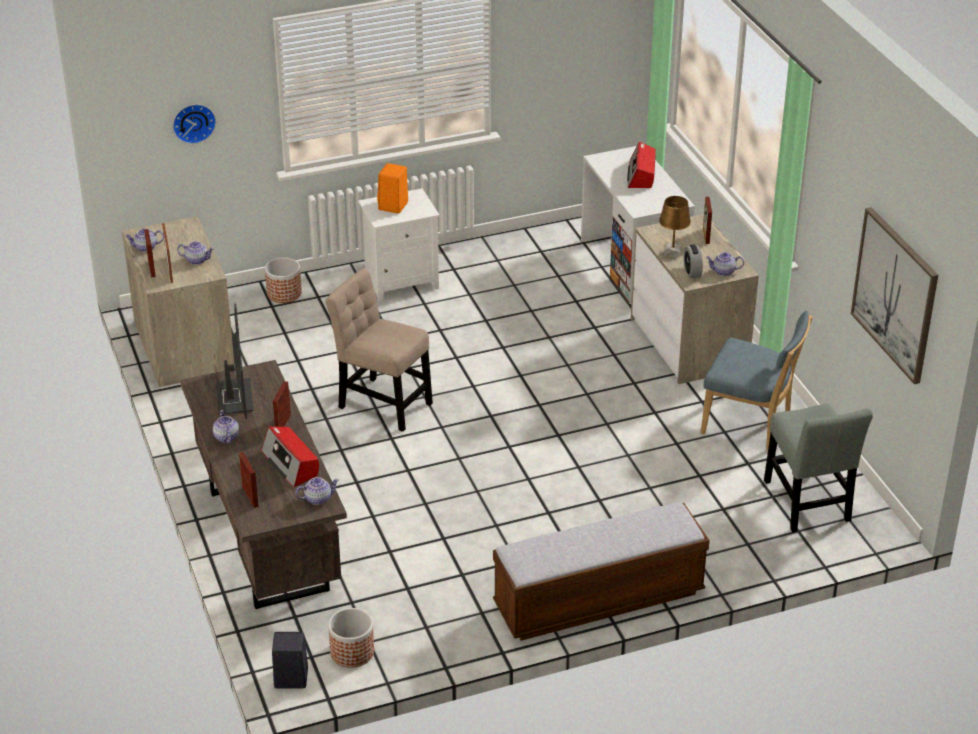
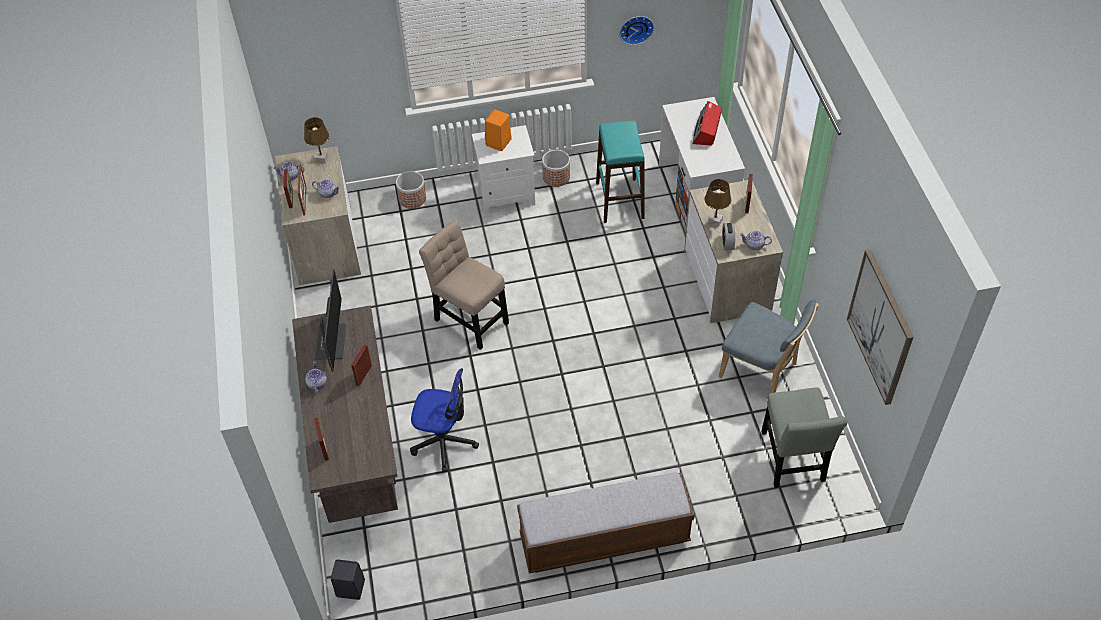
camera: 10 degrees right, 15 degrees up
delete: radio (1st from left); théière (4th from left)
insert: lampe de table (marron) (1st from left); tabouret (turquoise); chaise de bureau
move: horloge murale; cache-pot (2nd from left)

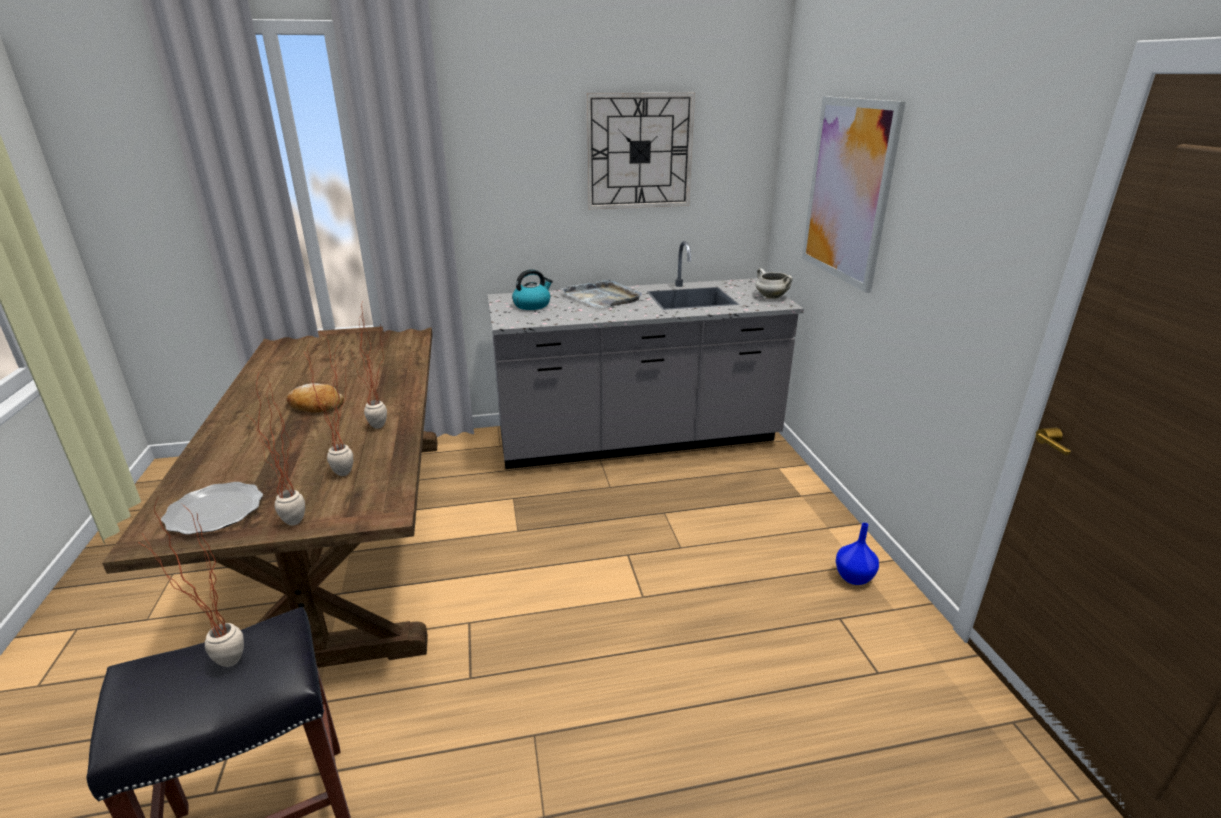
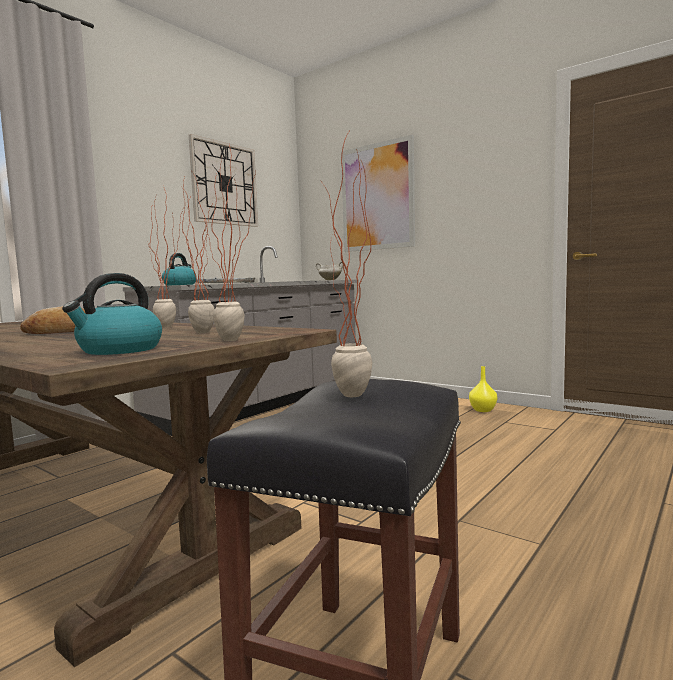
camera: 40 degrees left, 20 degrees down
replace: assiette to bouilloire (1st from left)
recolor: vase (bleu) to vase (jaune)

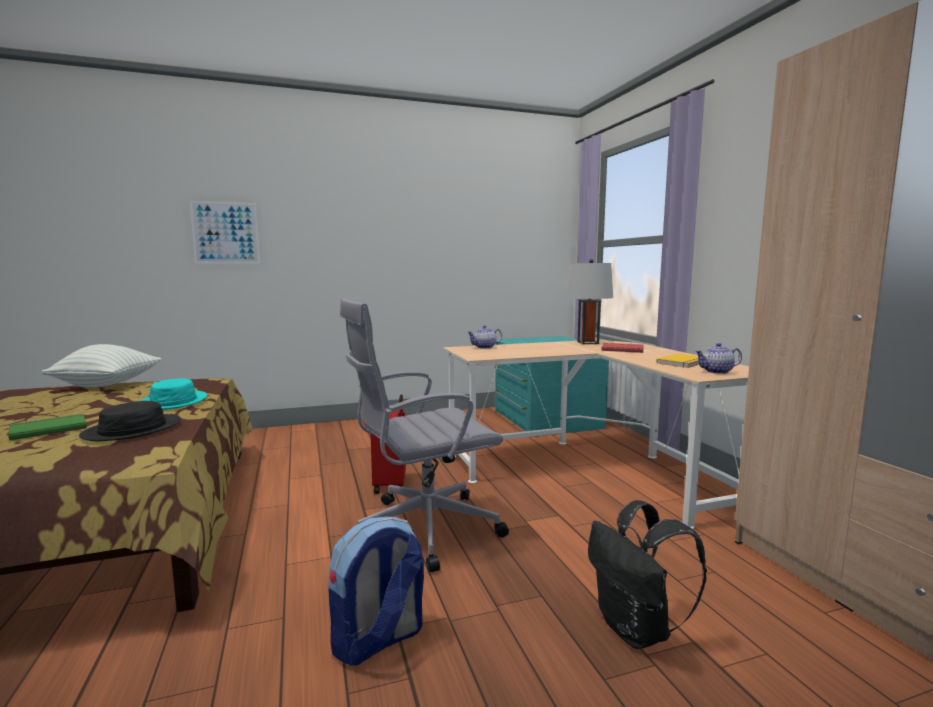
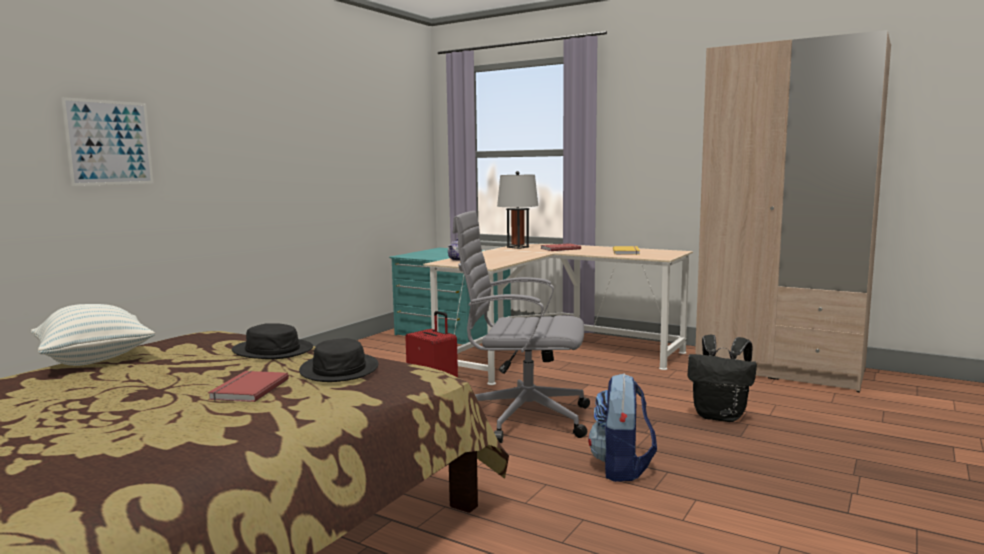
camera: 40 degrees left, 0 degrees up
delete: théière (2nd from left)
recolor: chapeau (turquoise) to chapeau (noir) (1st from left); livre (vert) to livre (rouge) (1st from left)
rotate: chaise de bureau (gris) 75 degrees clockwise

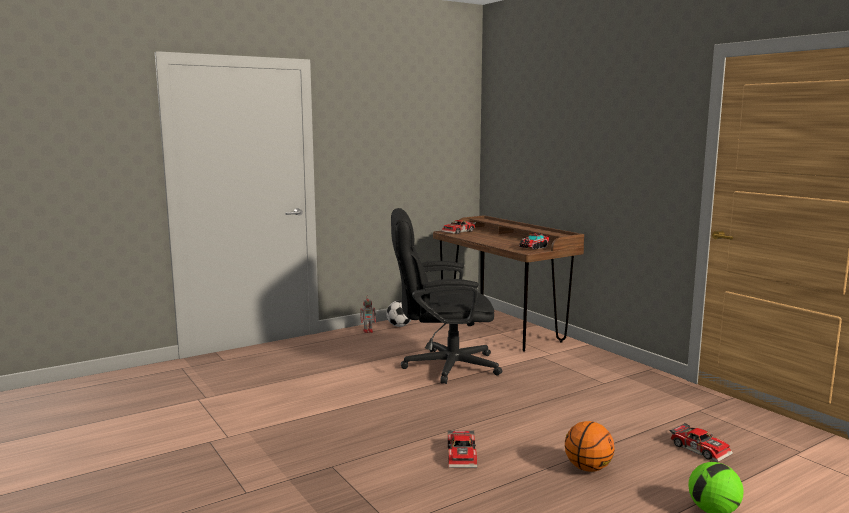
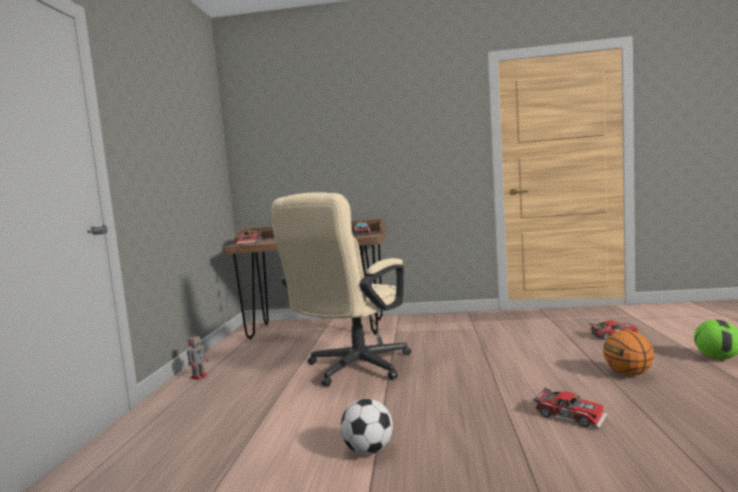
camera: 50 degrees left, 5 degrees down
move: ballon de foot (1st from left)
recolor: chaise de bureau (noir) to chaise de bureau (beige)

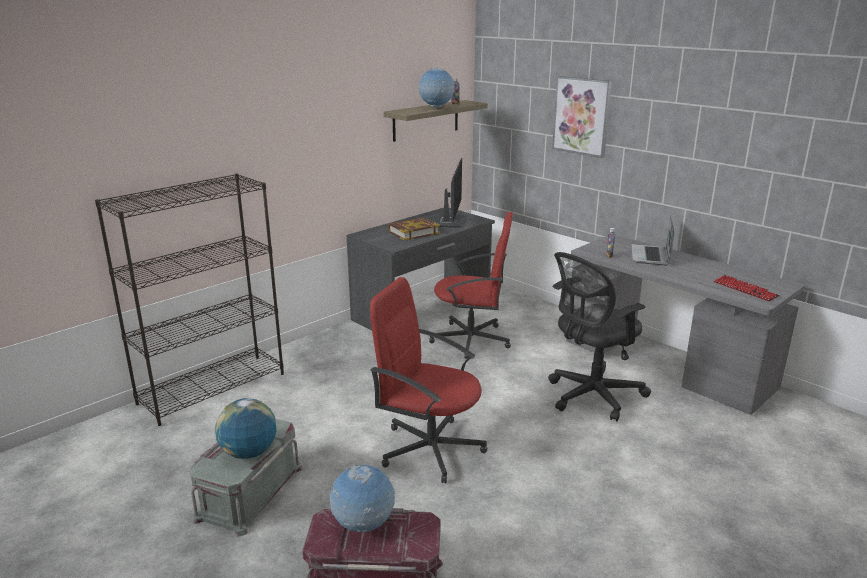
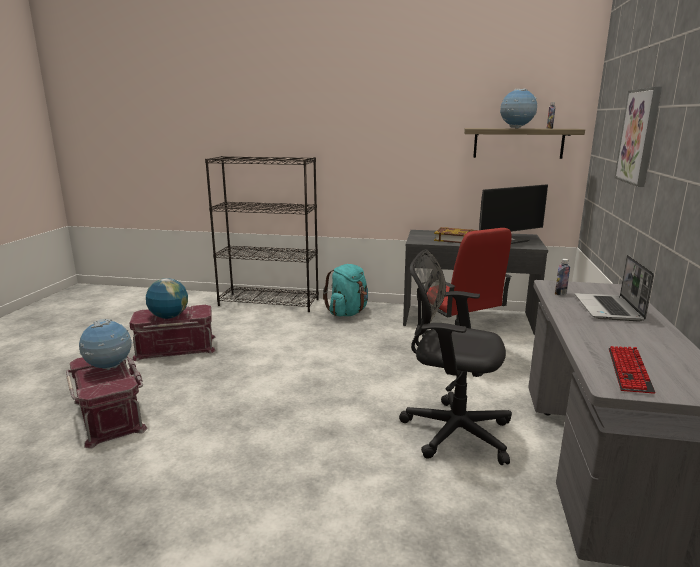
camera: 55 degrees right, 5 degrees down
delete: chaise de bureau (rouge) (1st from left)
insert: sac à dos (turquoise)
recolor: boîte de rangement (gris) to boîte de rangement (rouge) (2nd from left)
rotate: ordinateur portable 60 degrees counterclockwise

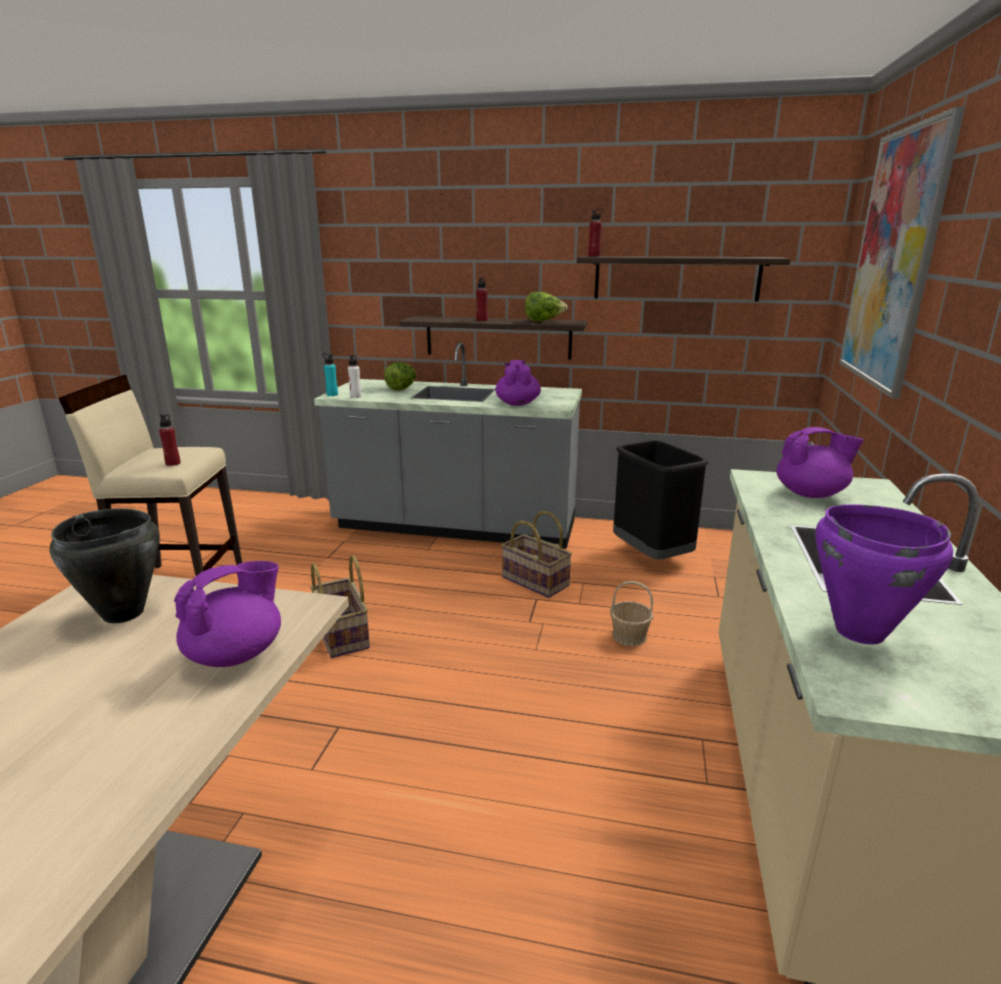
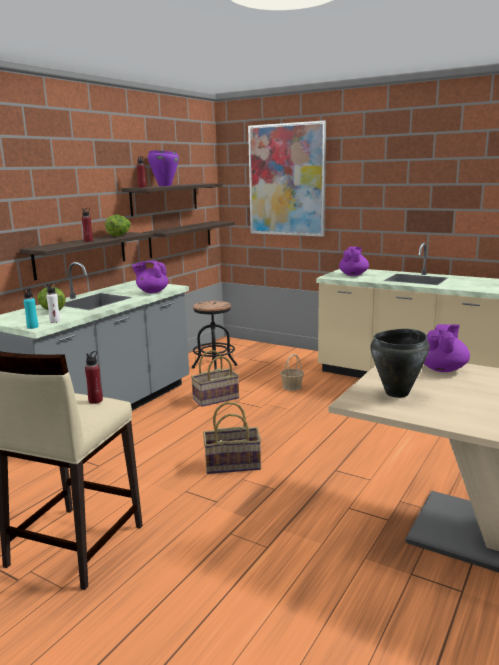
camera: 70 degrees left, 5 degrees down
insert: étagère (3rd from left)
move: marmite (violet)
replace: poubelle (noir) to tabouret (noir)
rotate: théière (violet) (1st from left in the first image) 60 degrees clockwise

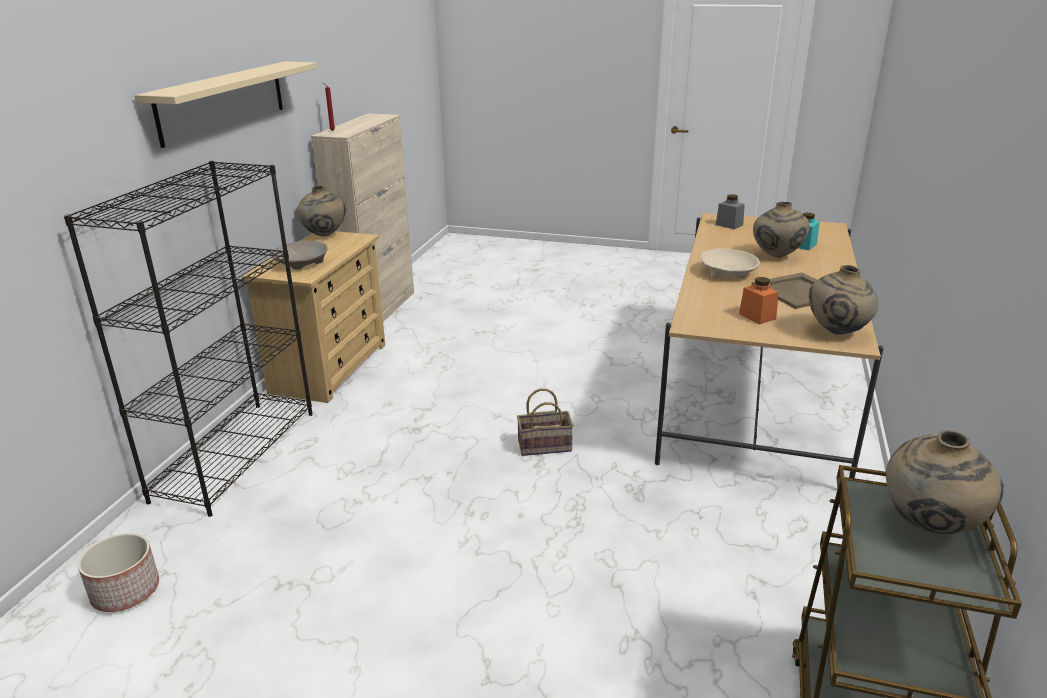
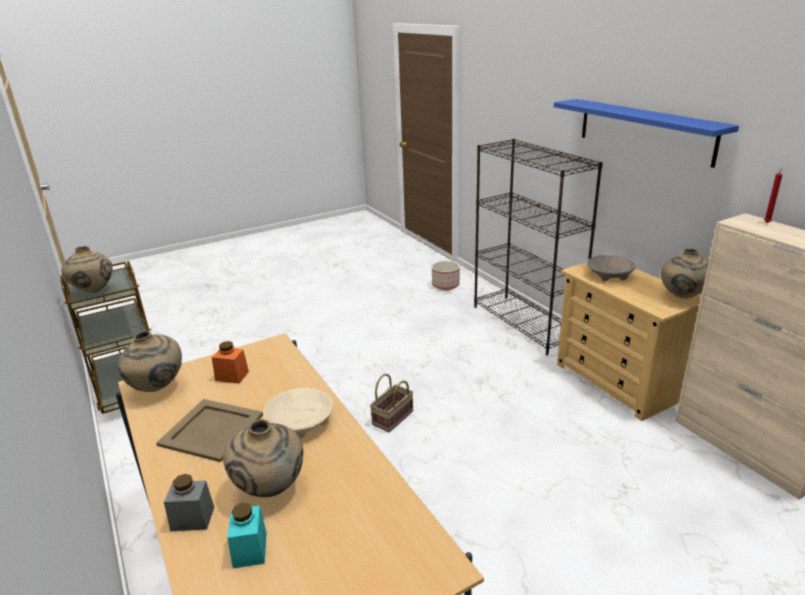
camera: 135 degrees right, 0 degrees up
move: bocal (gris)
recolor: étagère (beige) to étagère (bleu)

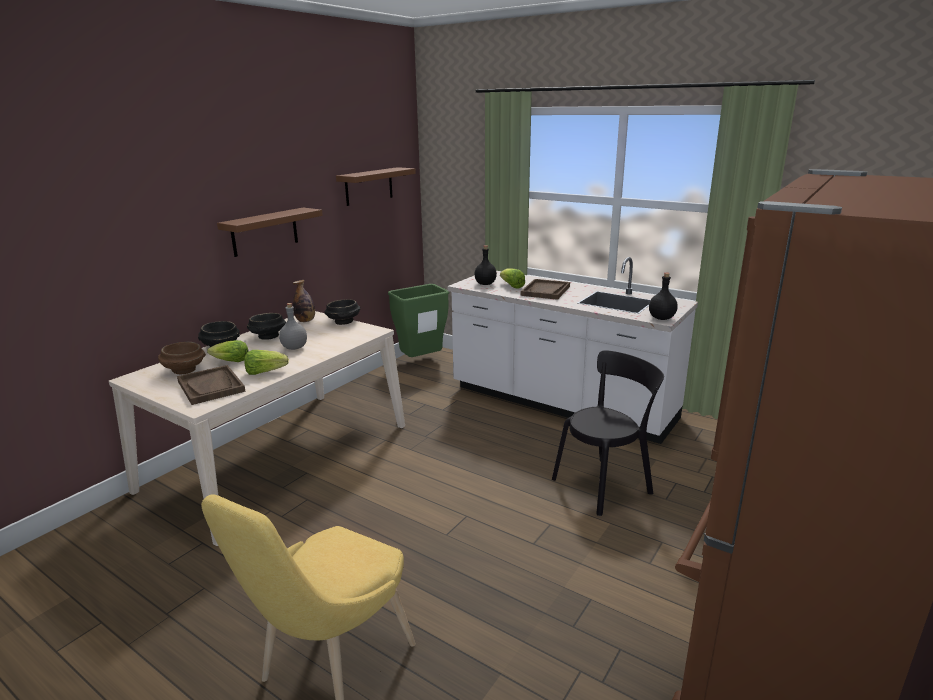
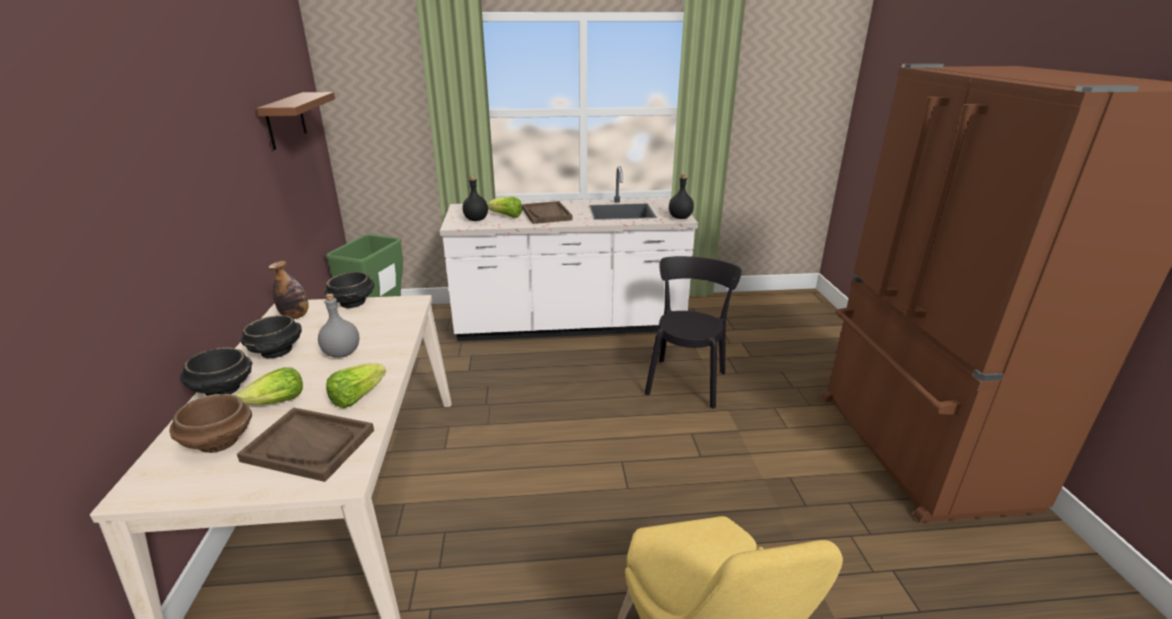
camera: 40 degrees left, 5 degrees up
delete: étagère (marron) (1st from left)

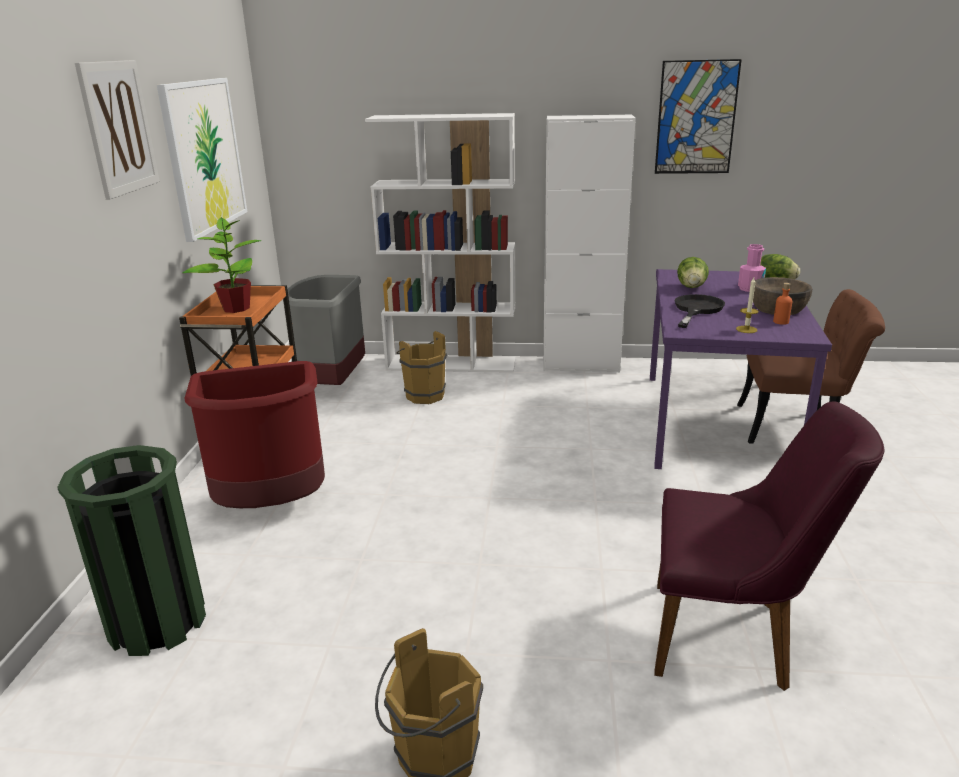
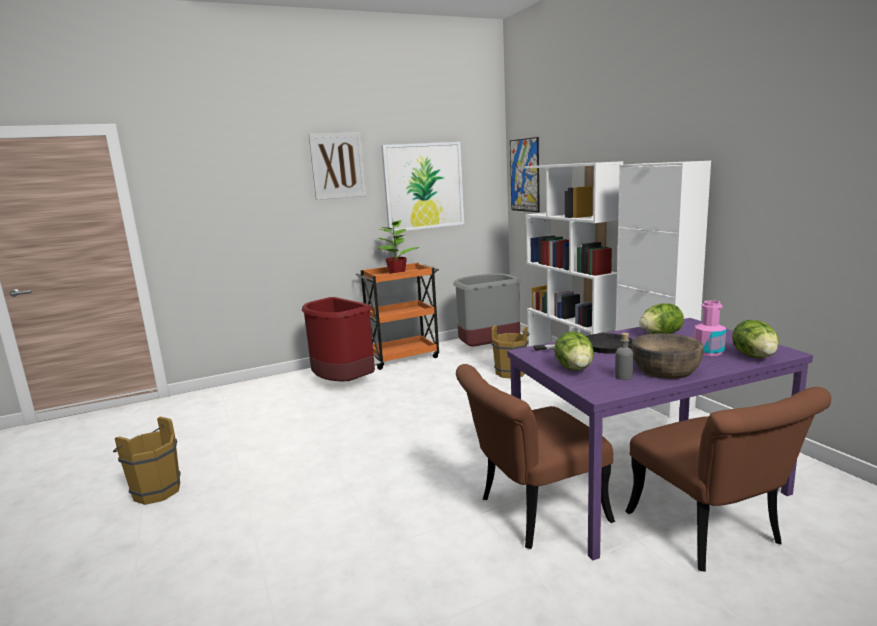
camera: 60 degrees right, 10 degrees down
delete: chaise (violet); poubelle (vert)
insert: chaise (marron) (1st from left)
move: tableau (3rd from left)
replace: bougie to laitue (1st from left)
recolor: bouteille (orange) to bouteille (gris)

